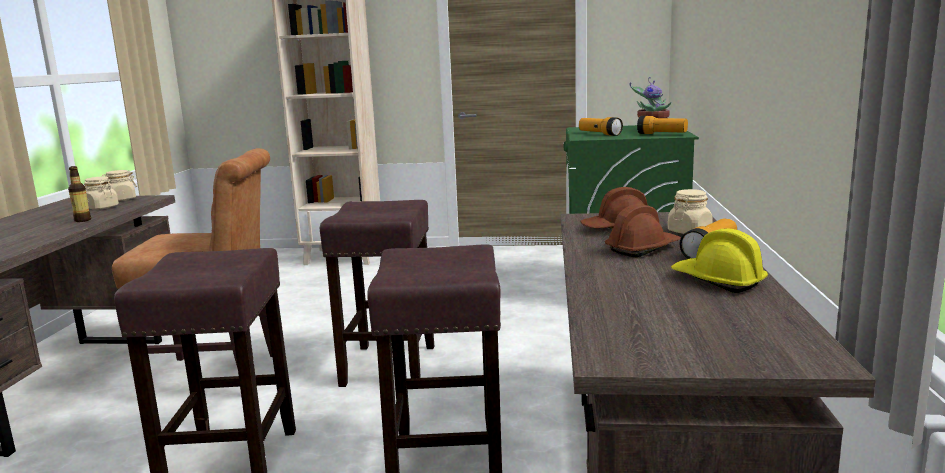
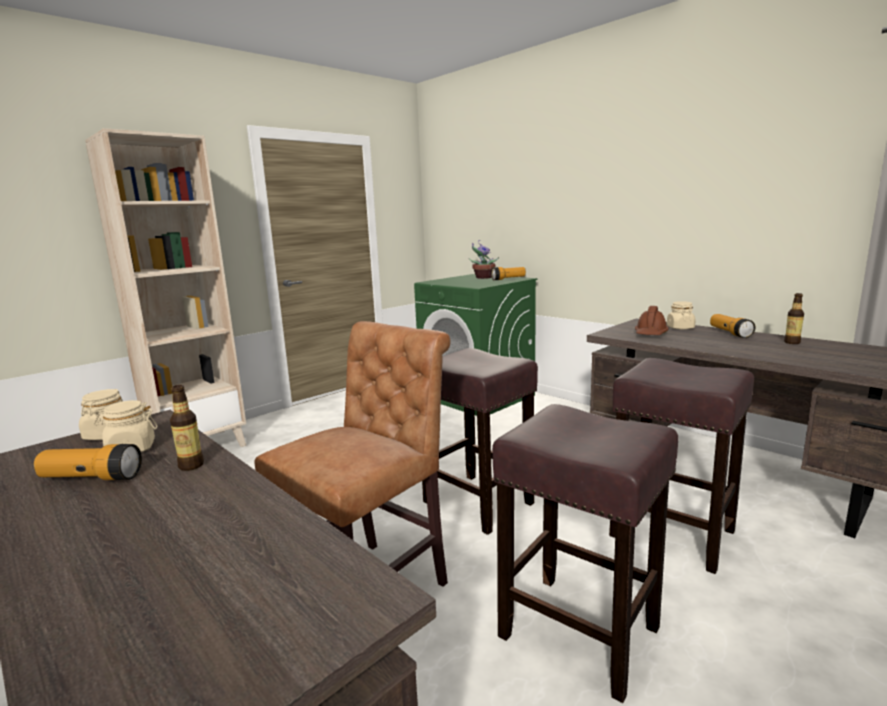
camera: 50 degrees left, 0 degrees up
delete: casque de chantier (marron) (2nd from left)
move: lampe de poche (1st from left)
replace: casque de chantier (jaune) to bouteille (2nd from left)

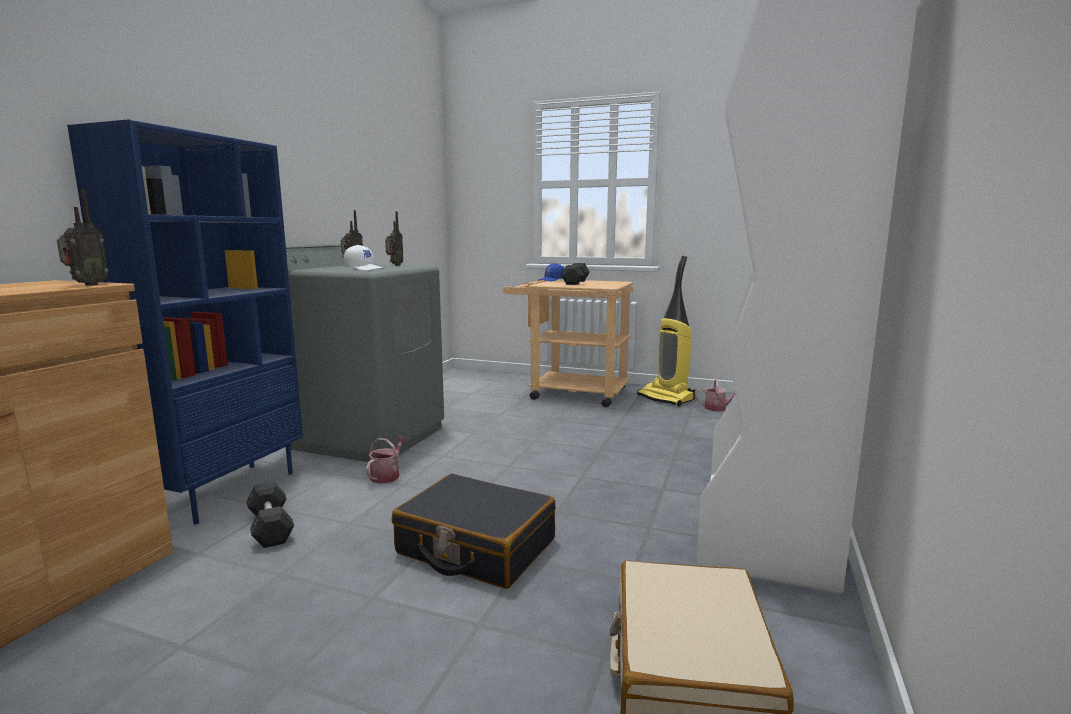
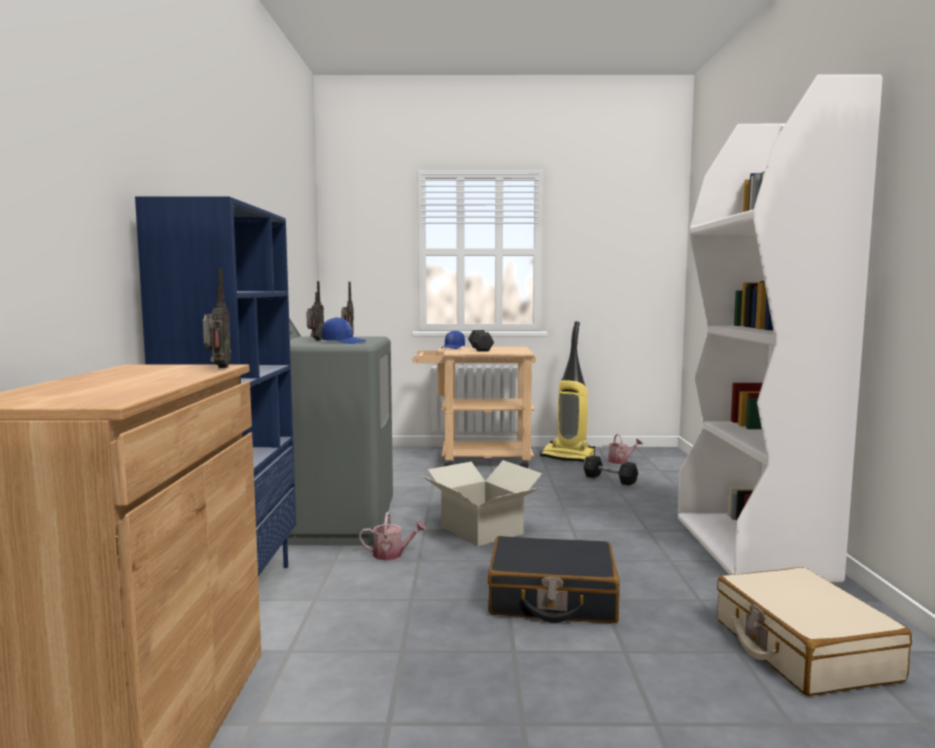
camera: 20 degrees left, 5 degrees down
insert: carton
move: haltère (gris) (1st from left in the first image) to haltère (gris) (2nd from left)
recolor: casquette (blanc) to casquette (bleu) (1st from left)
rotate: arrosoir (1st from left) 90 degrees clockwise

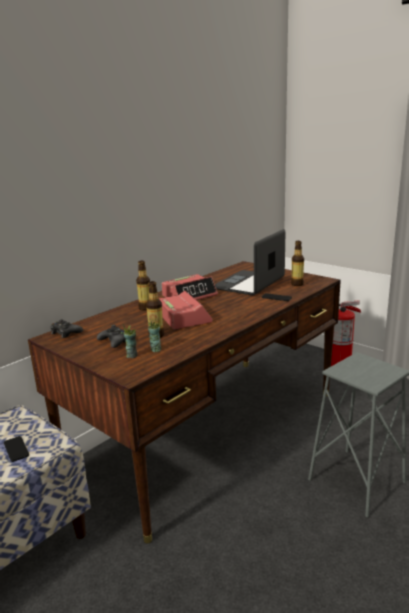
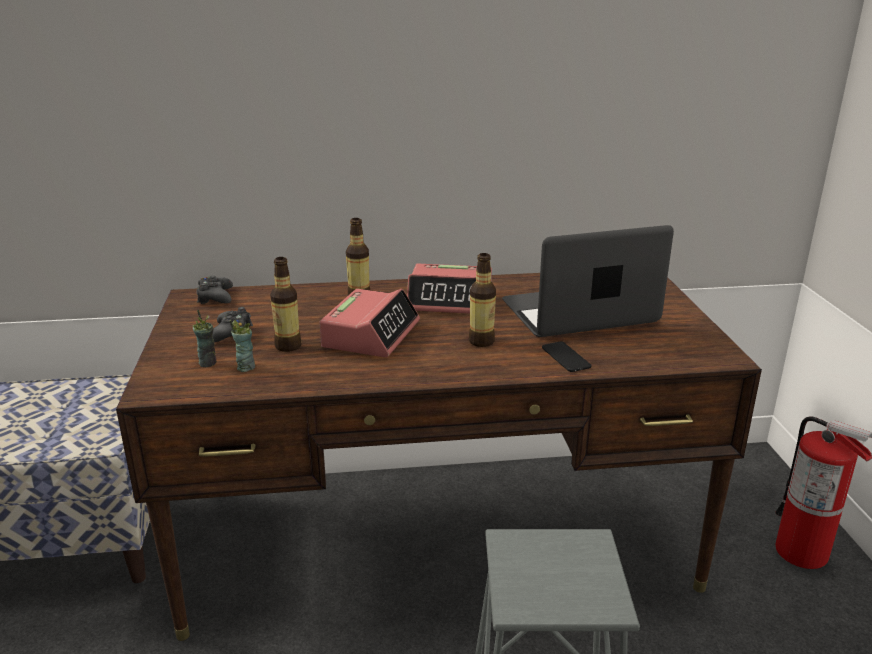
camera: 40 degrees right, 5 degrees up
delete: téléphone (1st from left)
move: bouteille (3rd from left)

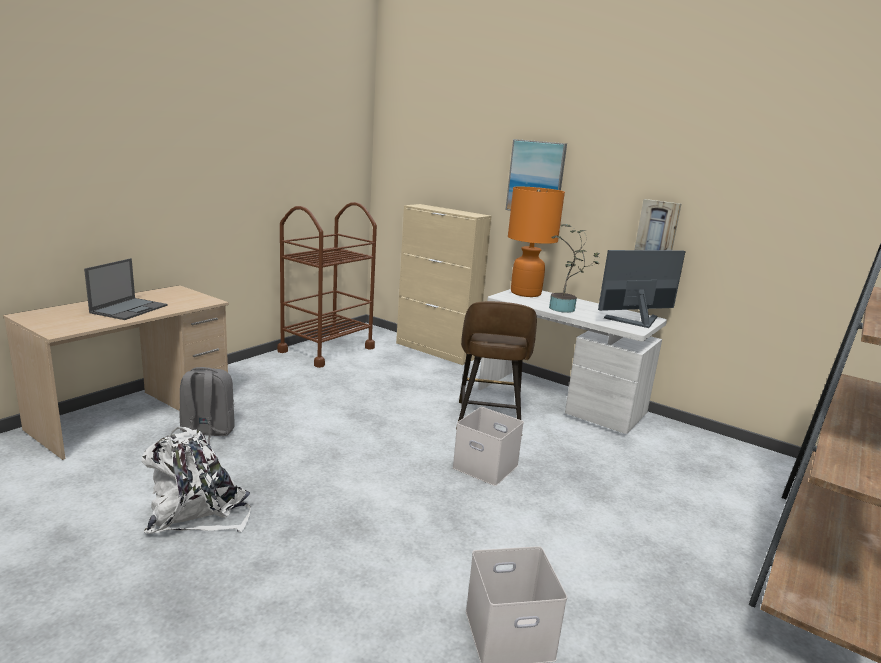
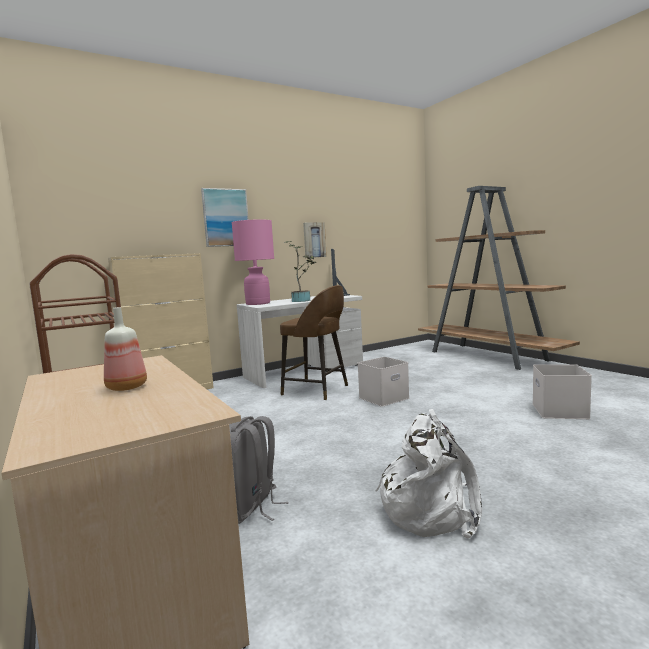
camera: 65 degrees left, 10 degrees down
replace: ordinateur portable to bouteille
recolor: lampe de table (orange) to lampe de table (rose)

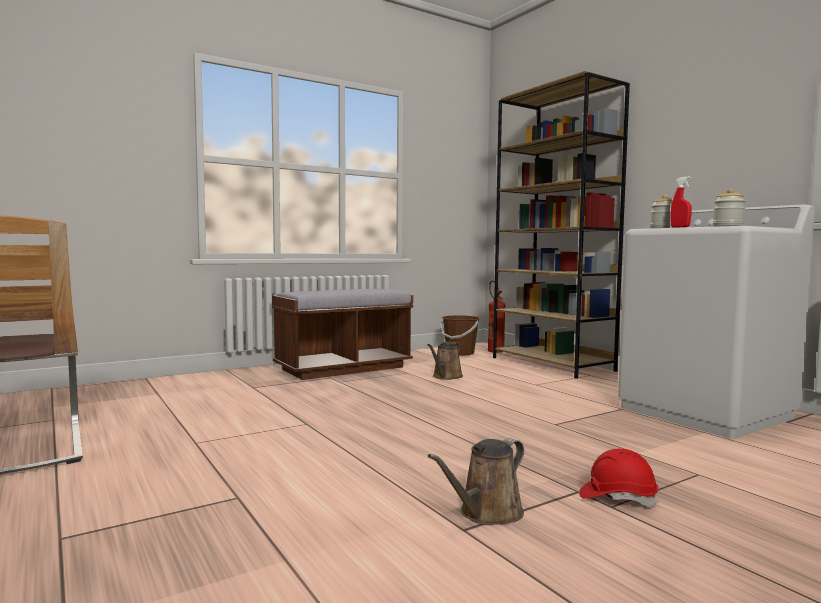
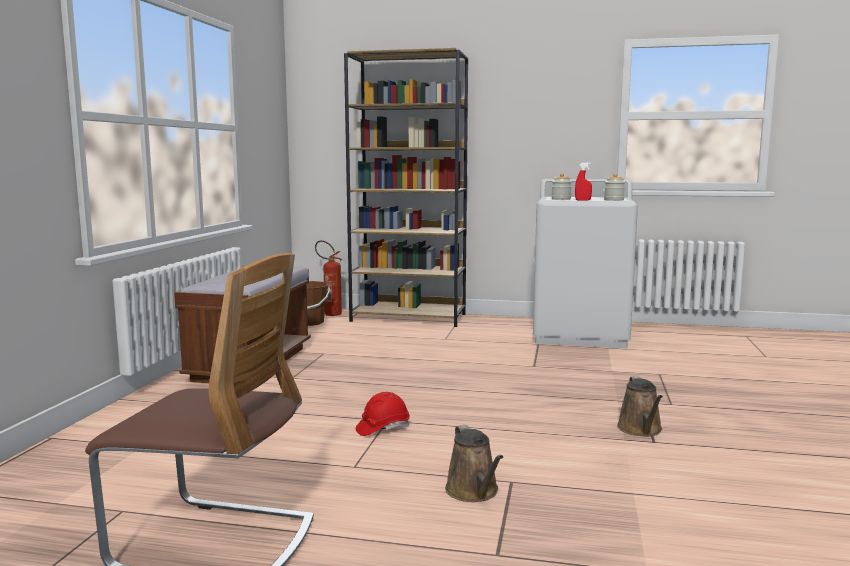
camera: 45 degrees left, 5 degrees up
move: arrosoir (marron) (1st from left); casque de chantier (rouge)

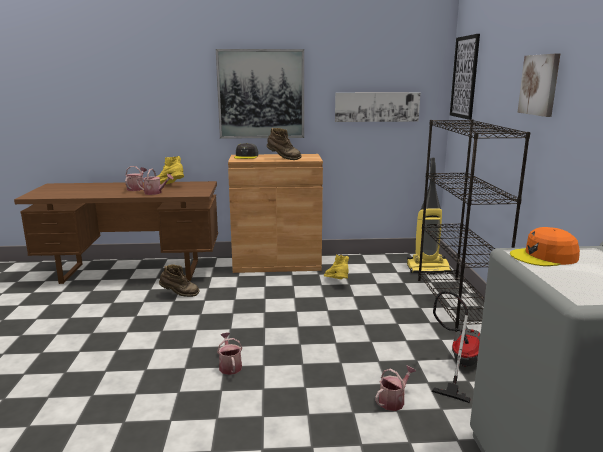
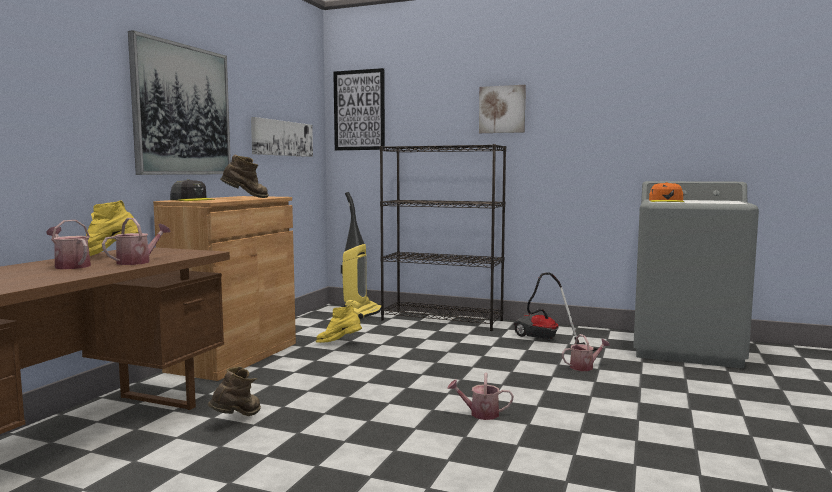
camera: 65 degrees left, 10 degrees down
rotate: arrosoir (4th from left) 90 degrees clockwise

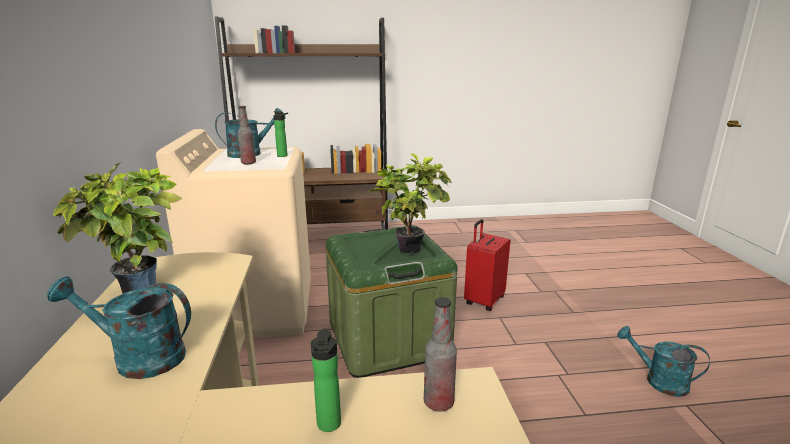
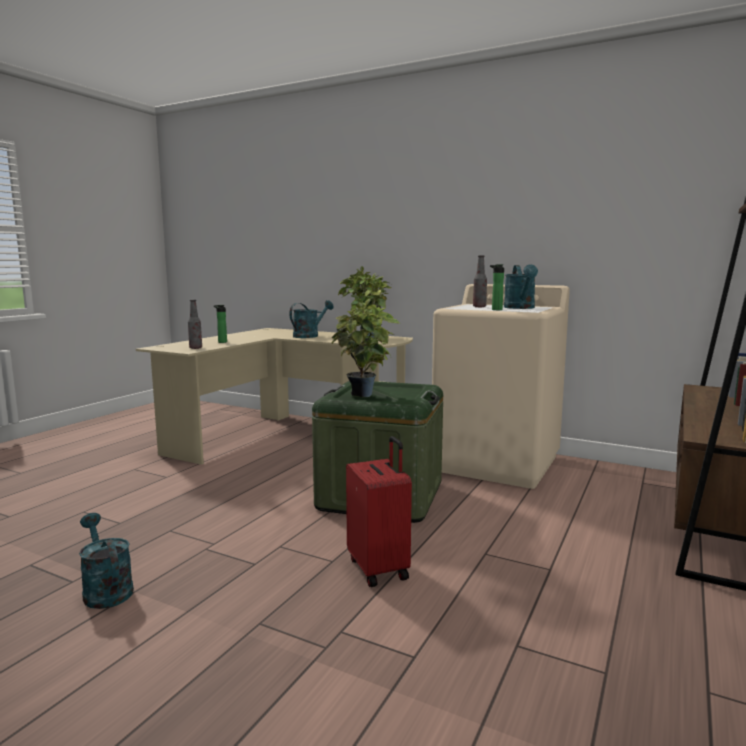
camera: 125 degrees right, 10 degrees down
rotate: arrosoir (turquoise) (3rd from left in the first image) 105 degrees counterclockwise

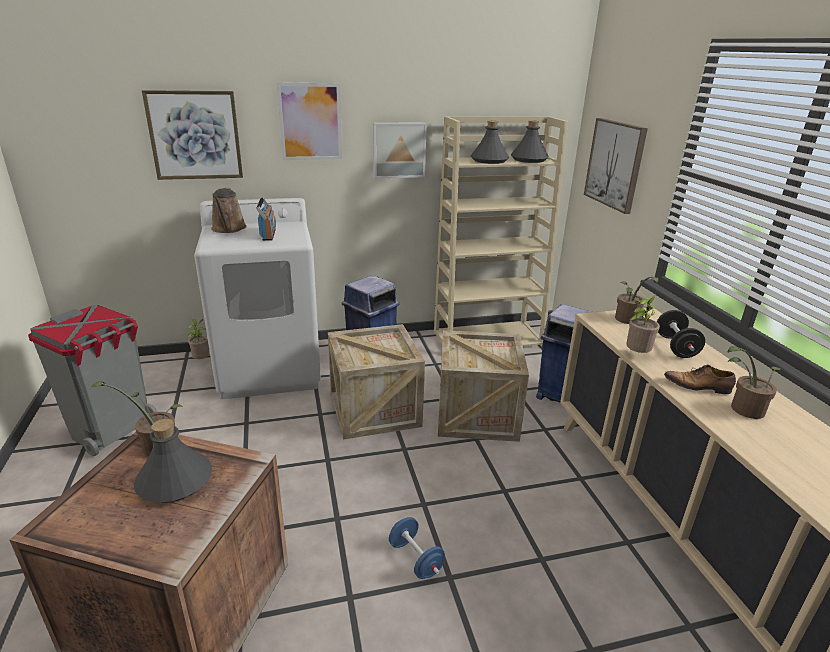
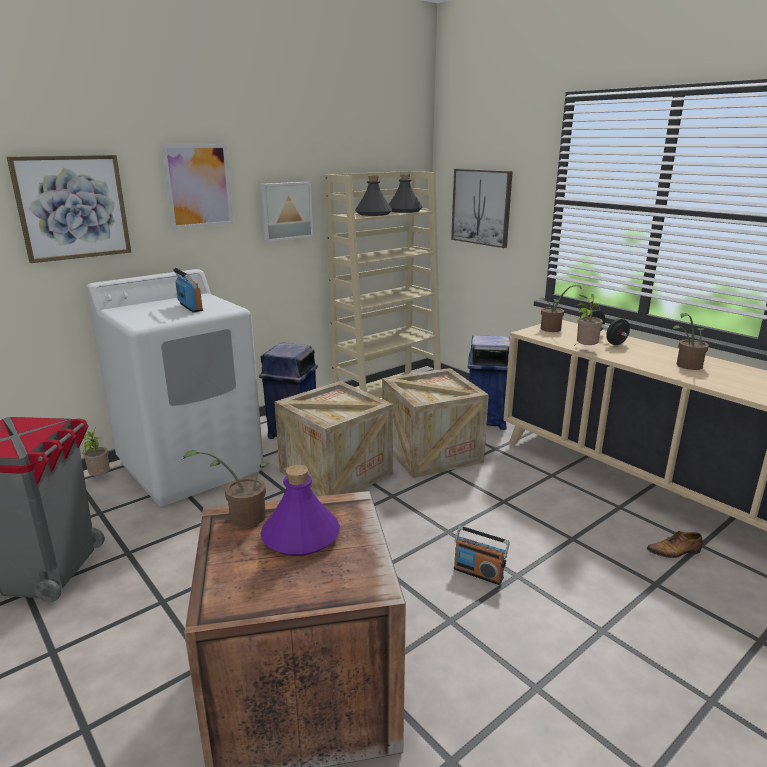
camera: 25 degrees left, 5 degrees down
delete: arrosoir (marron)
move: chaussure
replace: haltère (bleu) to radio (2nd from left)
recolor: bouteille (gris) (1st from left) to bouteille (violet)

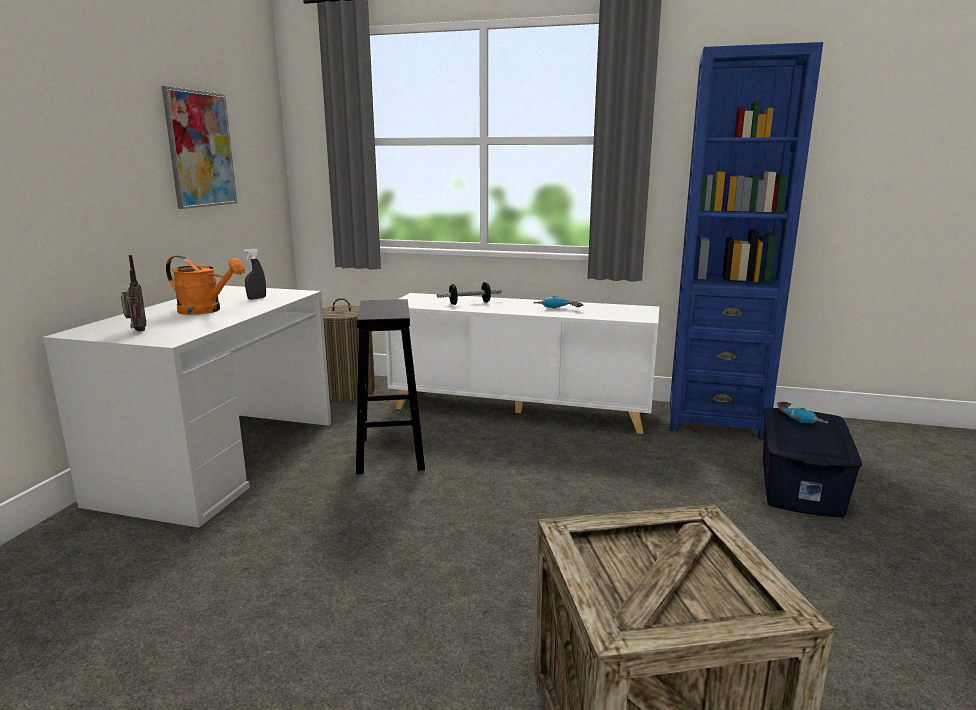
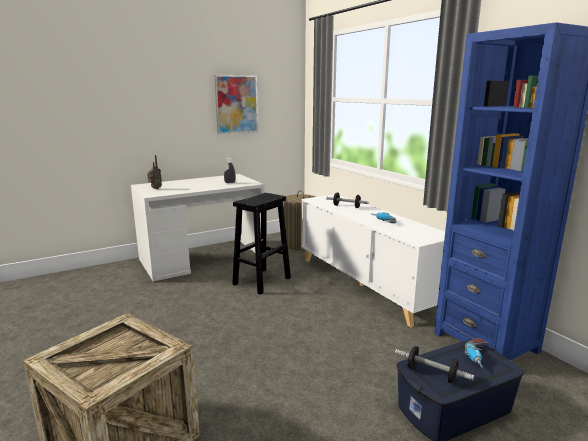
camera: 45 degrees right, 0 degrees up
delete: arrosoir (orange)
insert: haltère (2nd from left)

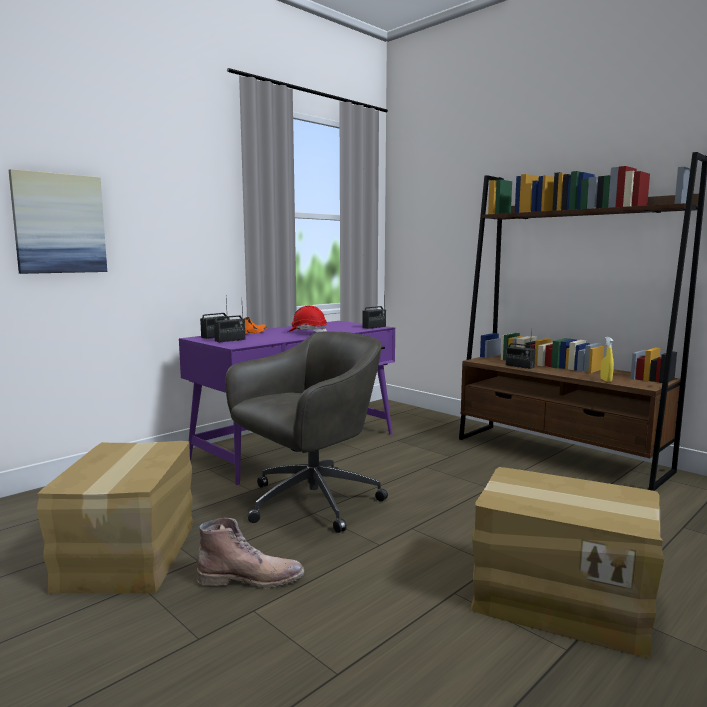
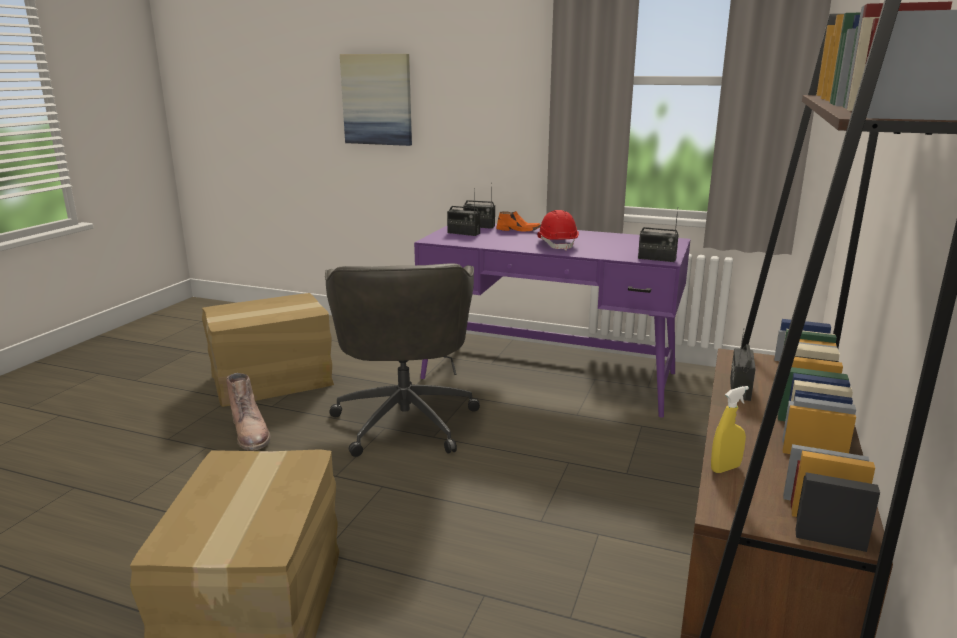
camera: 65 degrees right, 10 degrees up
rotate: chaise de bureau (gris) 60 degrees clockwise

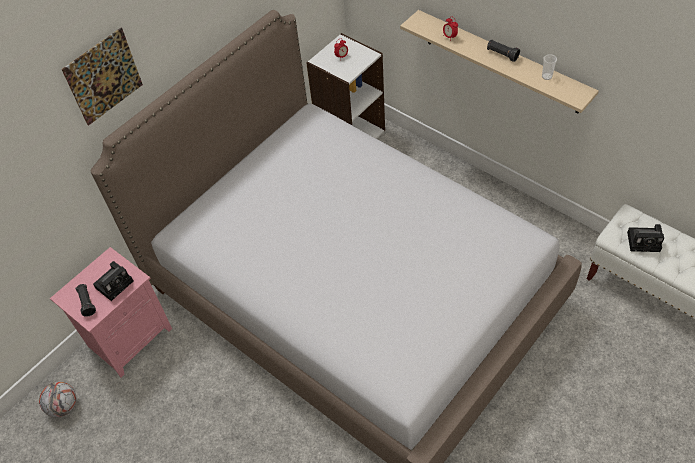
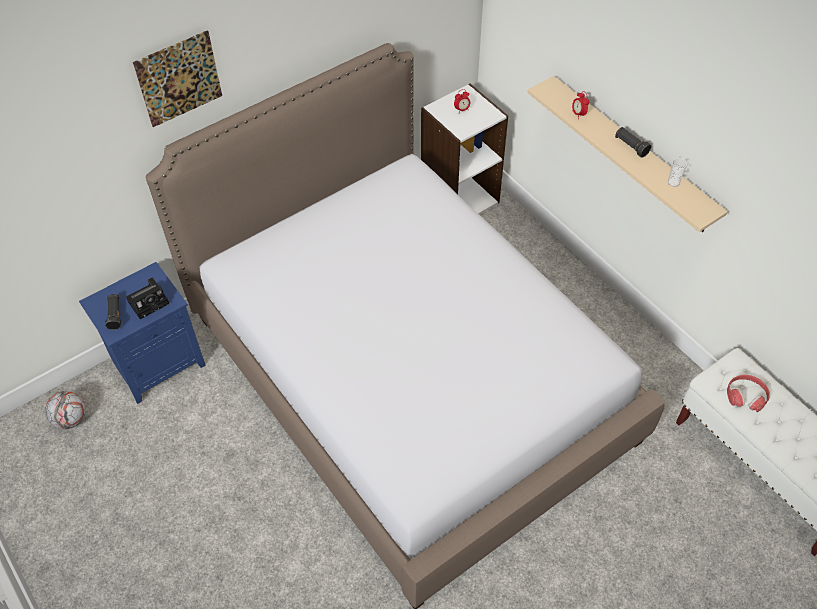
camera: 10 degrees right, 0 degrees up
replace: appareil photo (2nd from left) to casque audio (rouge)
recolor: table de chevet (rose) to table de chevet (bleu)

